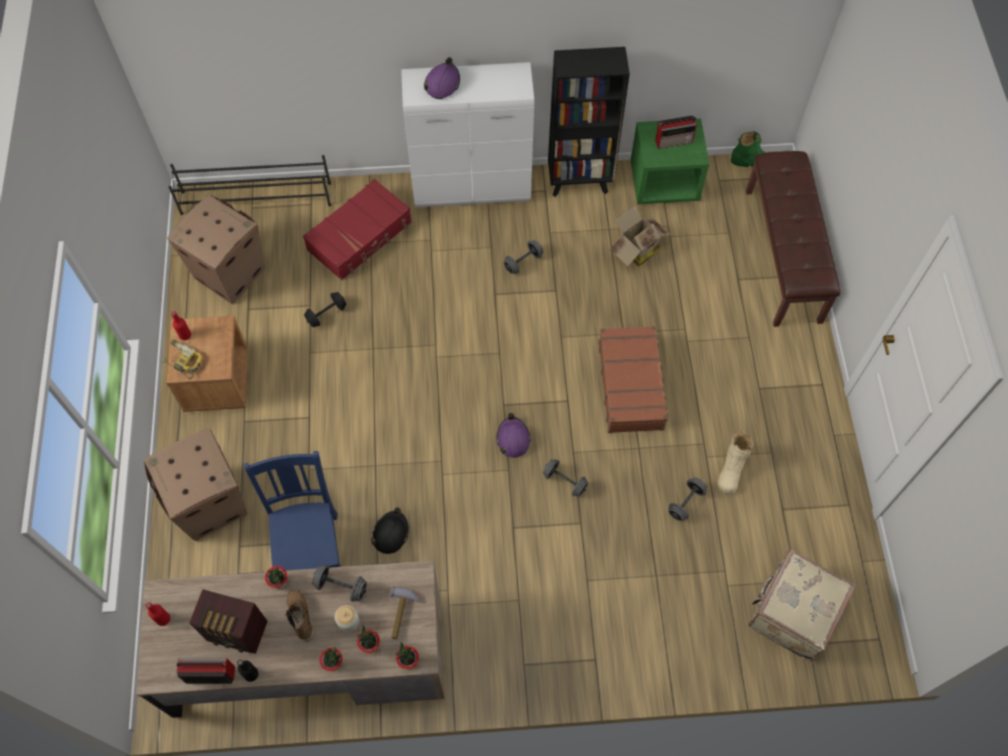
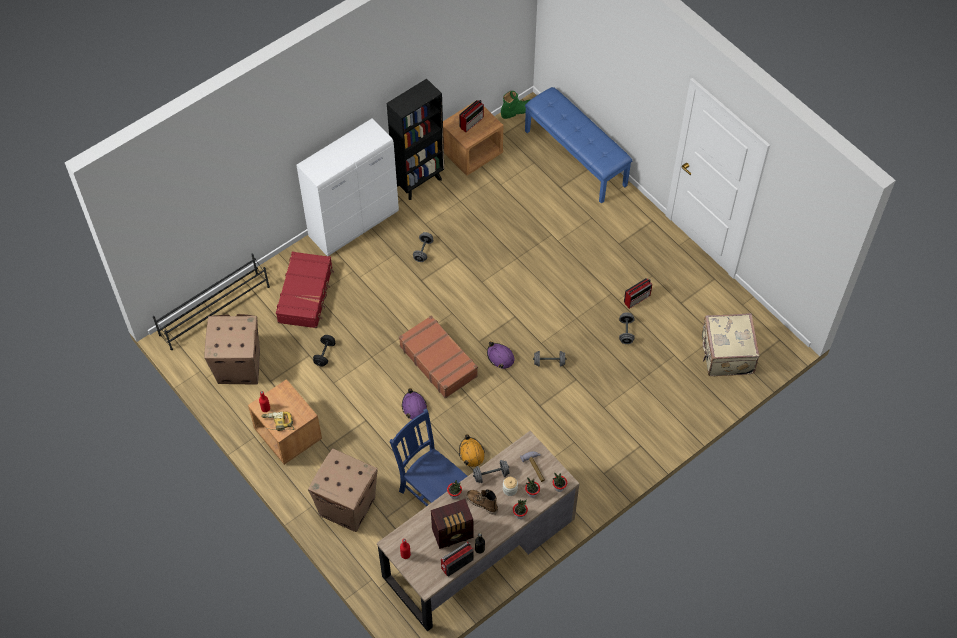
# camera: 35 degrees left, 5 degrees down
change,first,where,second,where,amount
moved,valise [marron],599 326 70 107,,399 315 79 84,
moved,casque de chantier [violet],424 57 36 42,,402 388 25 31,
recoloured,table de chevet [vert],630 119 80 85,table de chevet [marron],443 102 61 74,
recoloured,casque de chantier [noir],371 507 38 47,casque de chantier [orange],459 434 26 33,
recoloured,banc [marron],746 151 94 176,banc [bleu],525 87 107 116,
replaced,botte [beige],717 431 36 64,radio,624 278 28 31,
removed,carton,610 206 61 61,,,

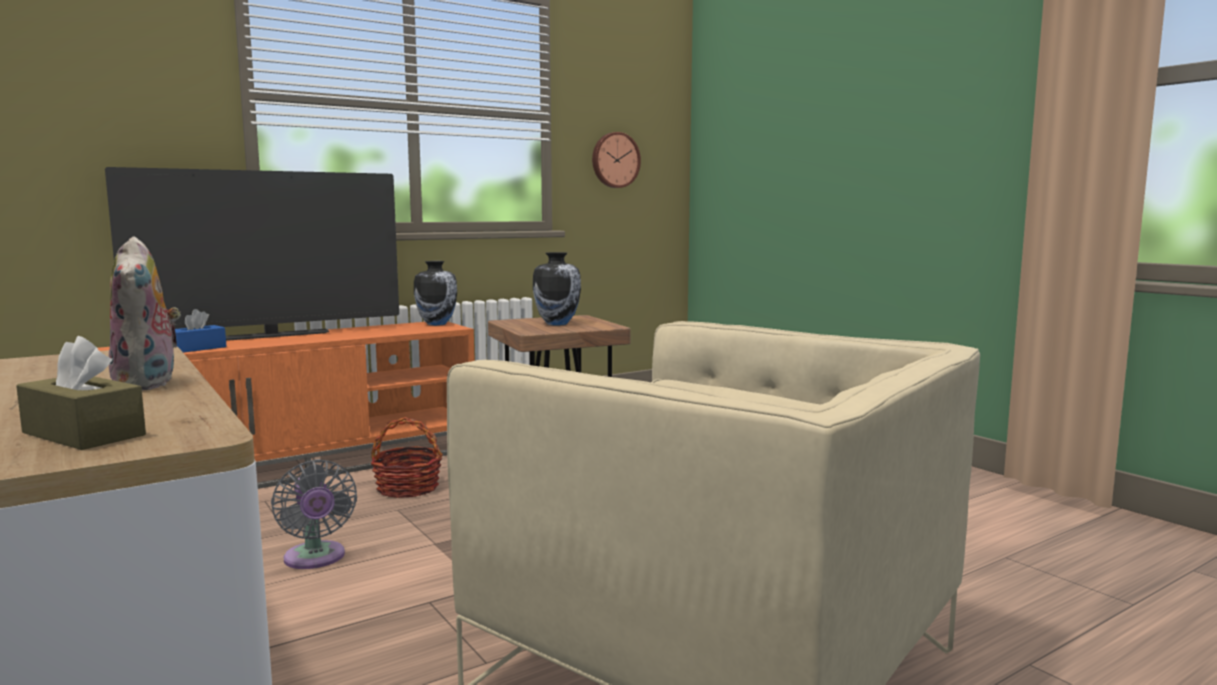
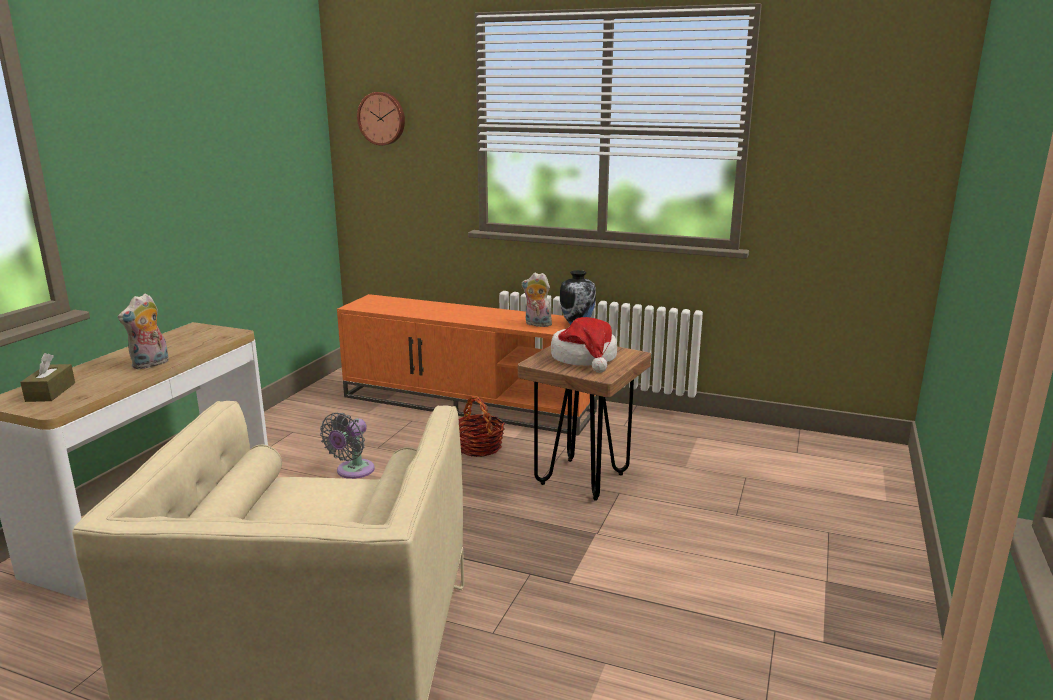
# camera: 55 degrees right, 10 degrees up
change,first,where,second,where,amount
moved,horloge murale,592 132 49 56,,357 92 48 54,
added,,,peluche,521 273 31 54,
replaced,vase,533 252 48 74,chapeau,551 317 66 56,
removed,téléviseur,105 167 294 174,,,
removed,boîte à mouchoirs [bleu],175 309 52 44,,,

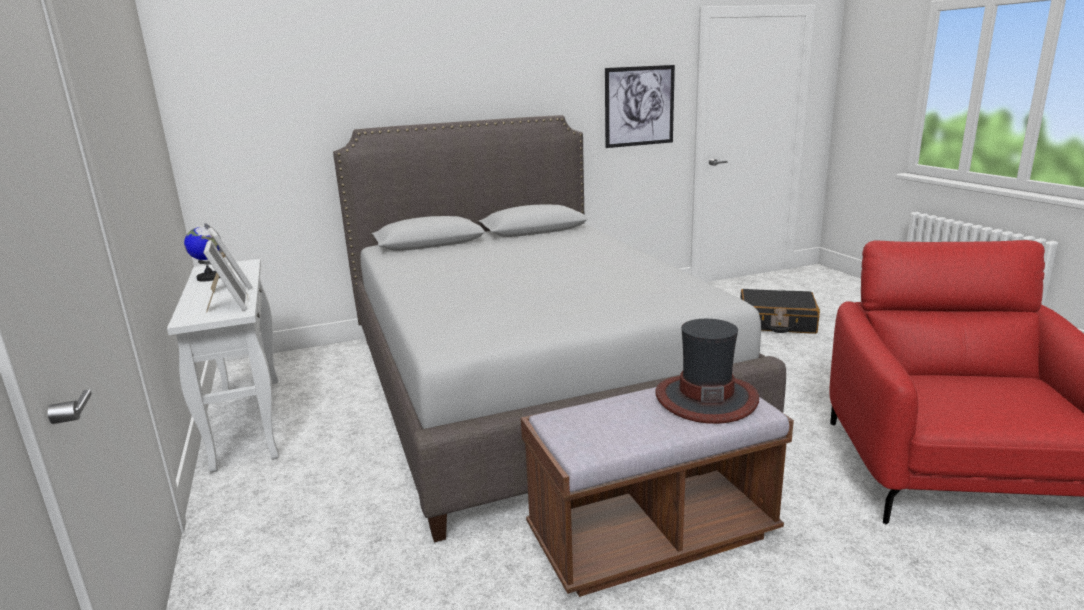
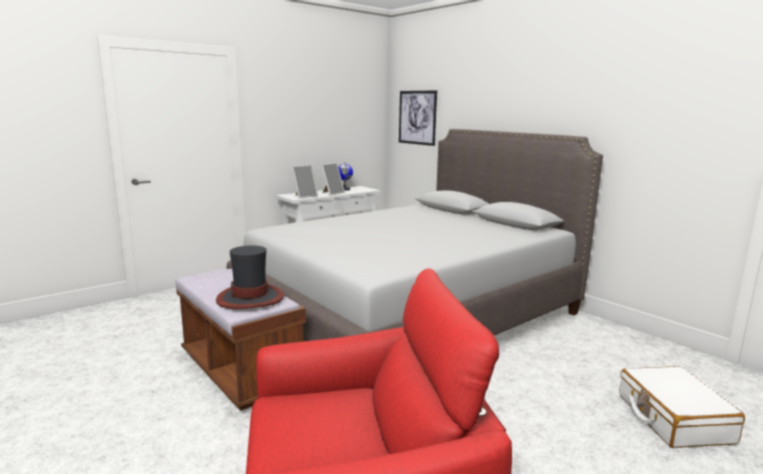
# camera: 70 degrees right, 5 degrees down
change,first,where,second,where,amount
moved,tableau,605 65 70 83,,399 90 38 56,
recoloured,valise [noir],741 289 79 45,valise [blanc],619 366 126 82,

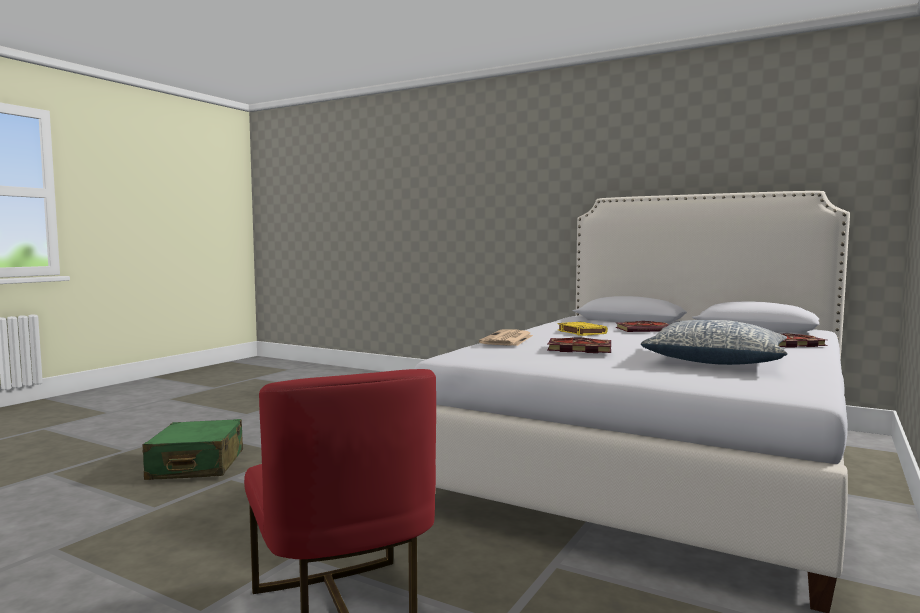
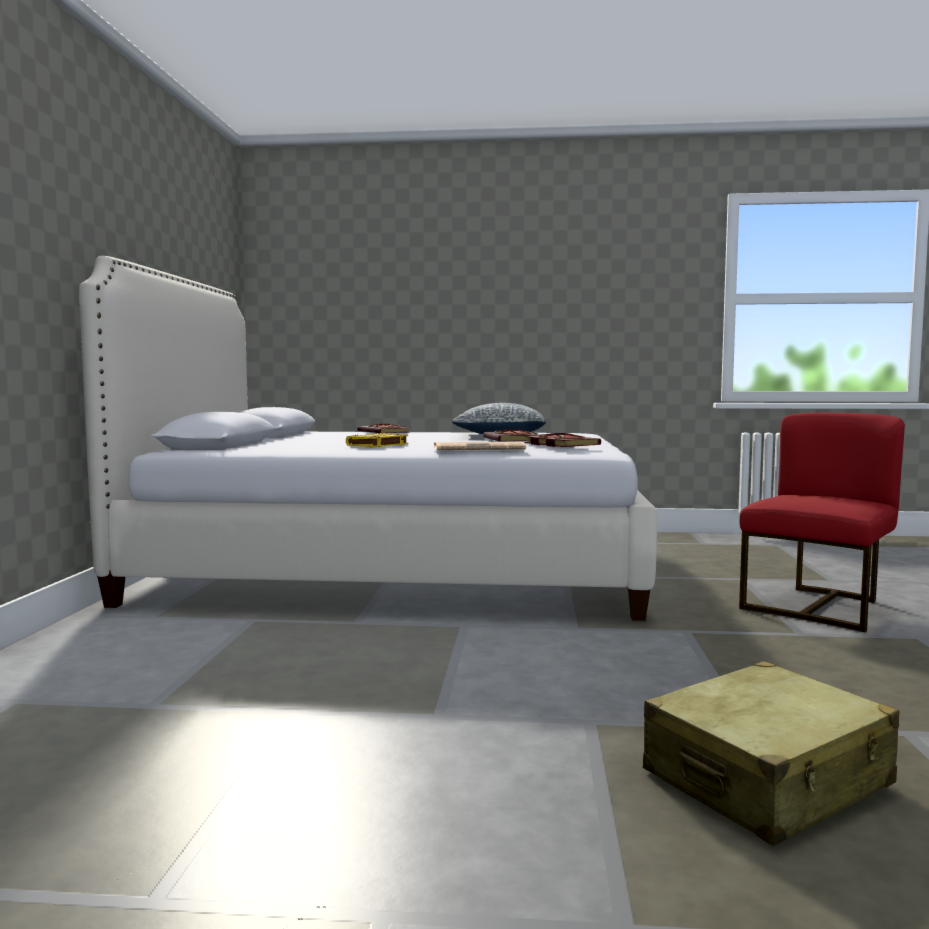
# camera: 115 degrees left, 0 degrees up
change,first,where,second,where,amount
moved,livre,615 321 54 11,,524 433 77 14,
recoloured,valise [vert],142 419 101 61,valise [beige],643 661 257 185,

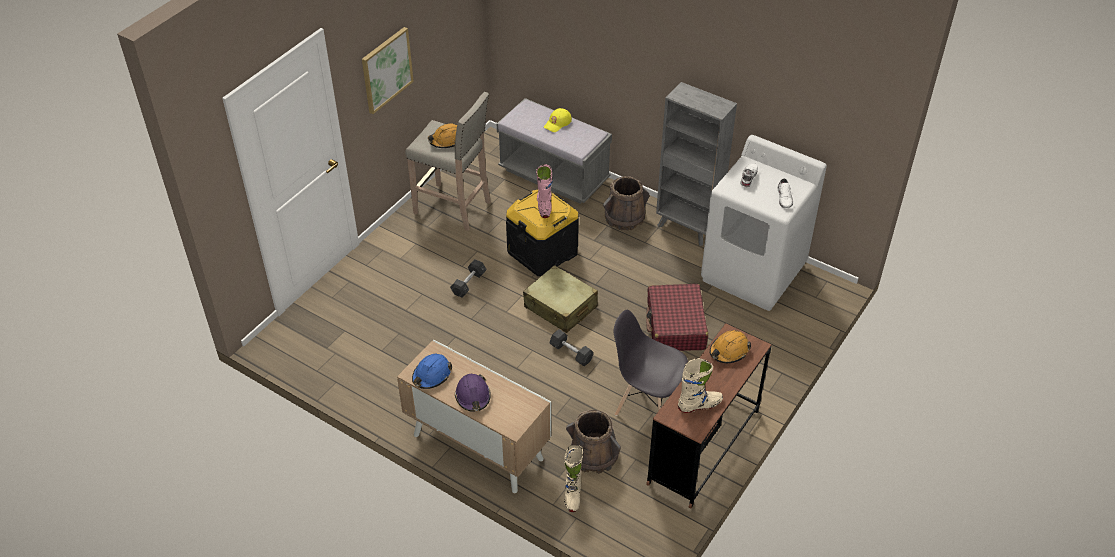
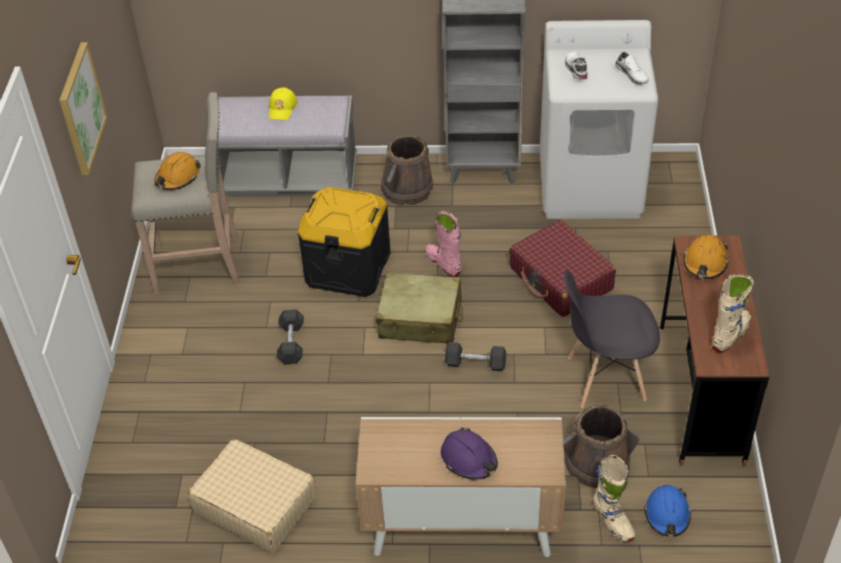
# camera: 30 degrees left, 0 degrees up
change,first,where,second,where,amount
added,,,valise [beige],188 439 128 113,
moved,botte [rose],536 164 17 54,,426 211 36 66,
moved,casque de chantier [bleu],412 354 40 35,,644 485 47 52,

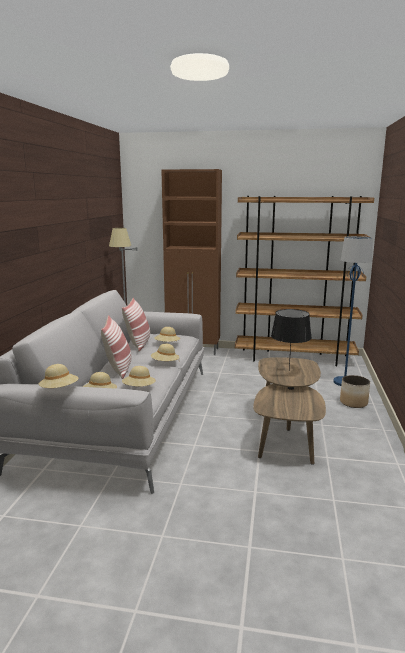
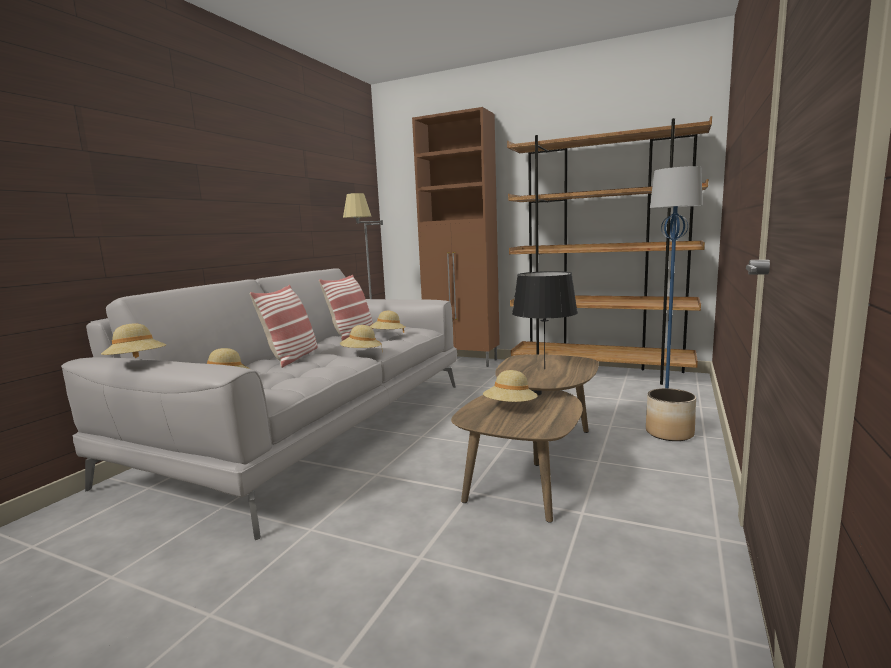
# camera: 15 degrees right, 5 degrees down
change,first,where,second,where,amount
moved,chapeau [beige],122 366 34 20,,483 370 55 32,

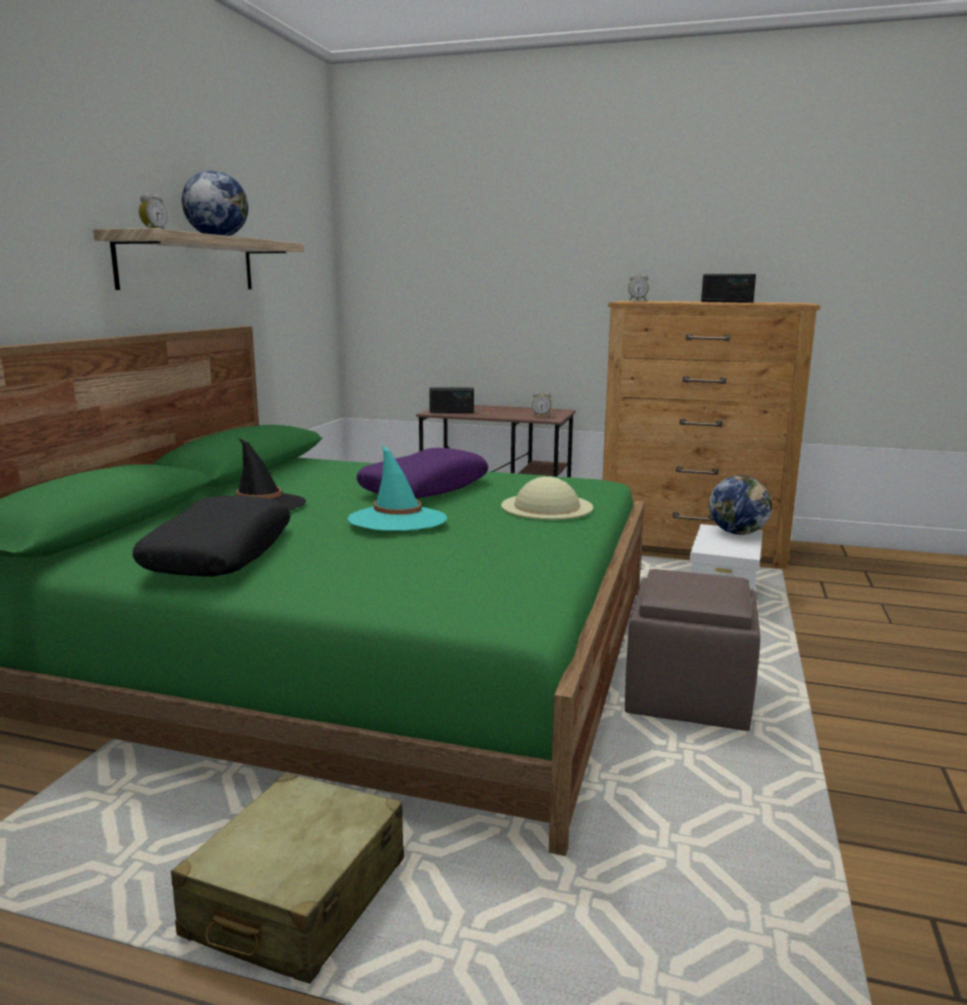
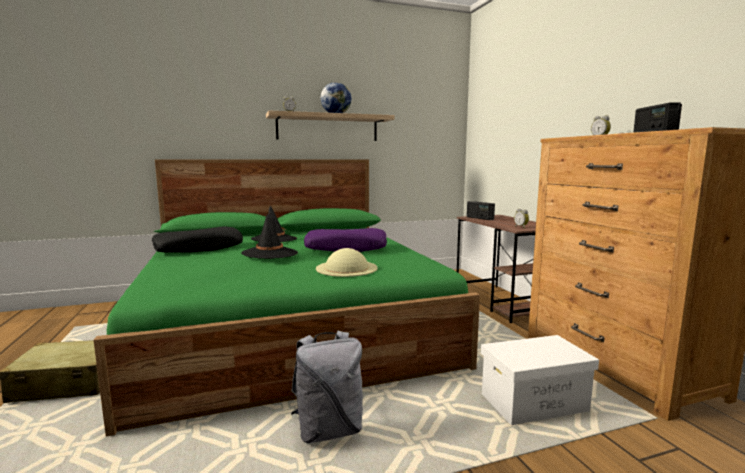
# camera: 55 degrees right, 5 degrees down
change,first,where,second,where,amount
recoloured,chapeau [turquoise],347 445 100 86,chapeau [noir],241 212 57 47,
replaced,pouf [marron],625 569 135 162,sac à dos [gris],291 331 72 112,
removed,globe,709 475 63 60,,,

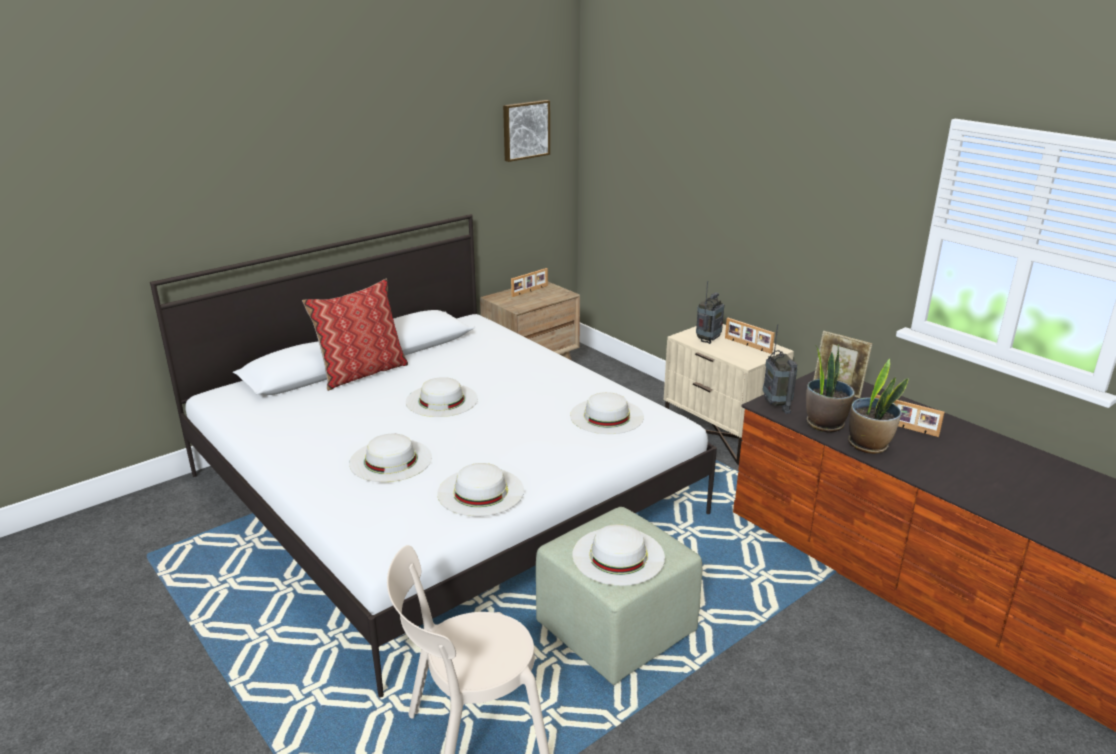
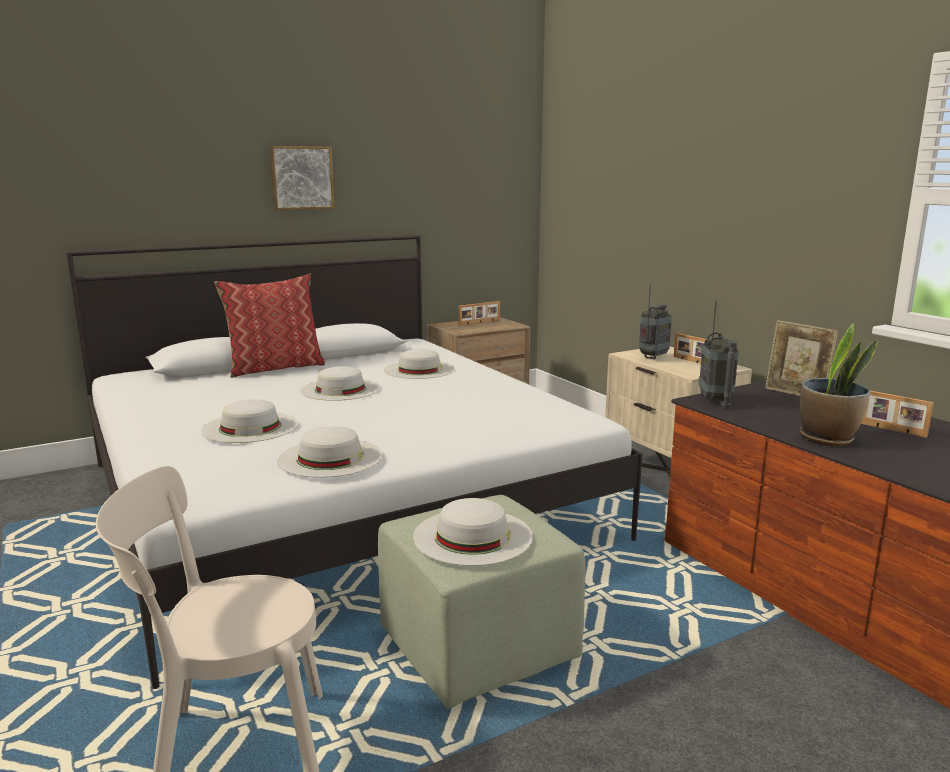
# camera: 10 degrees right, 10 degrees down
change,first,where,second,where,amount
moved,tableau,503 100 47 62,,269 146 66 64,
moved,chapeau [blanc],570 392 74 42,,384 349 71 30,
removed,plante en pot,806 344 49 89,,,

